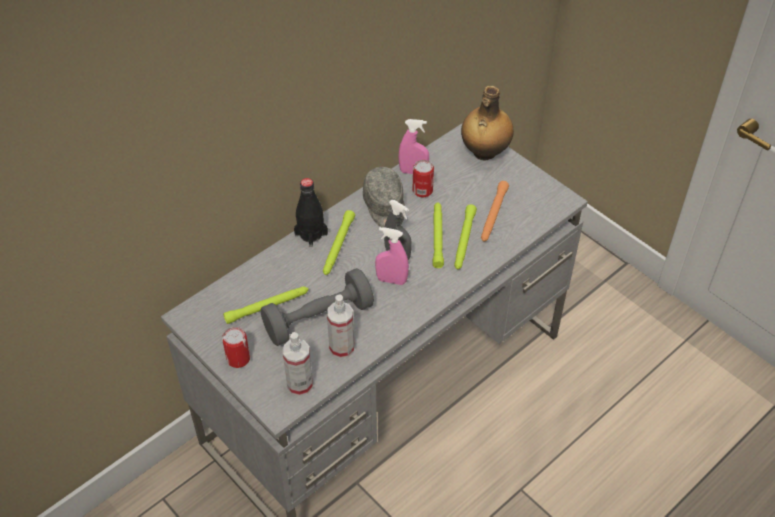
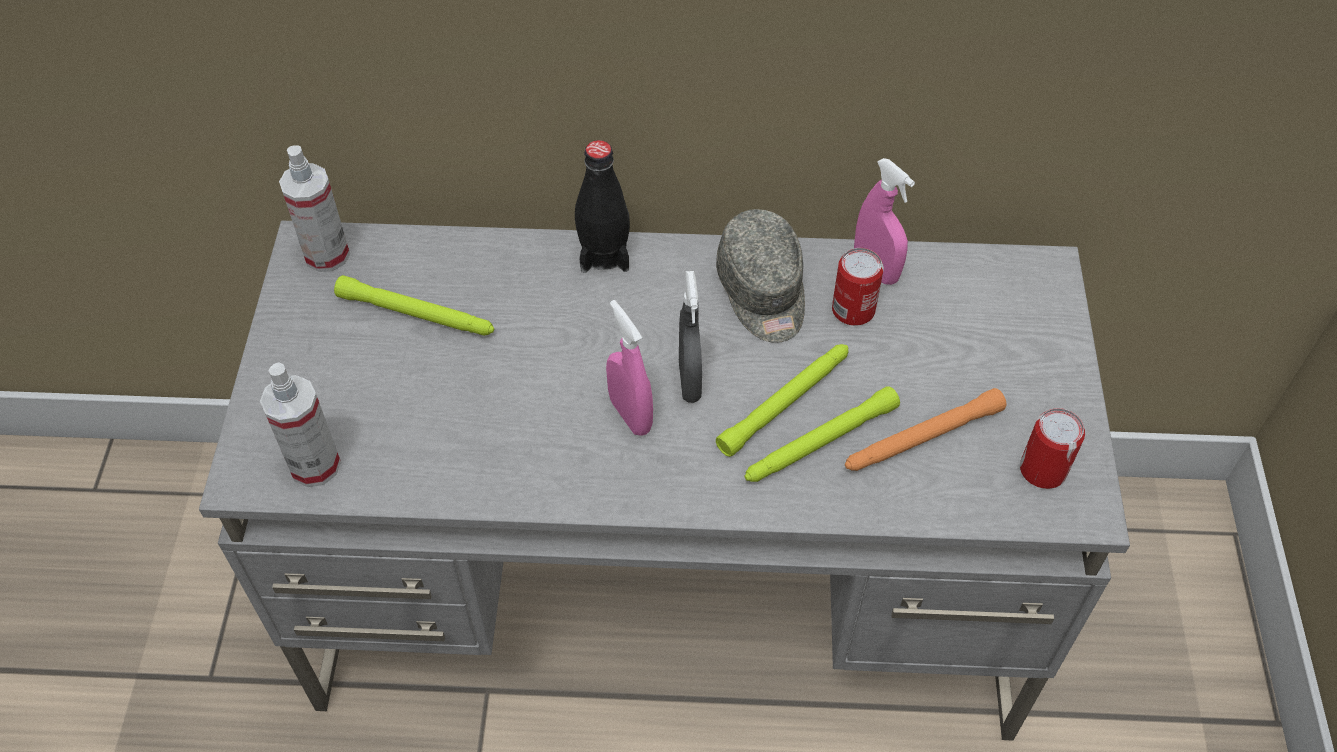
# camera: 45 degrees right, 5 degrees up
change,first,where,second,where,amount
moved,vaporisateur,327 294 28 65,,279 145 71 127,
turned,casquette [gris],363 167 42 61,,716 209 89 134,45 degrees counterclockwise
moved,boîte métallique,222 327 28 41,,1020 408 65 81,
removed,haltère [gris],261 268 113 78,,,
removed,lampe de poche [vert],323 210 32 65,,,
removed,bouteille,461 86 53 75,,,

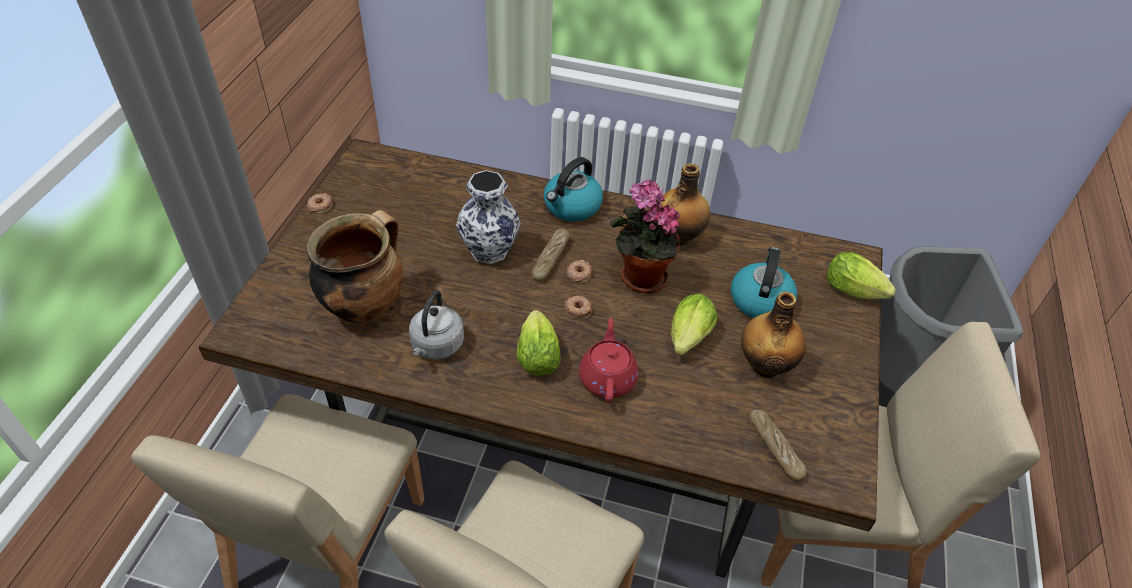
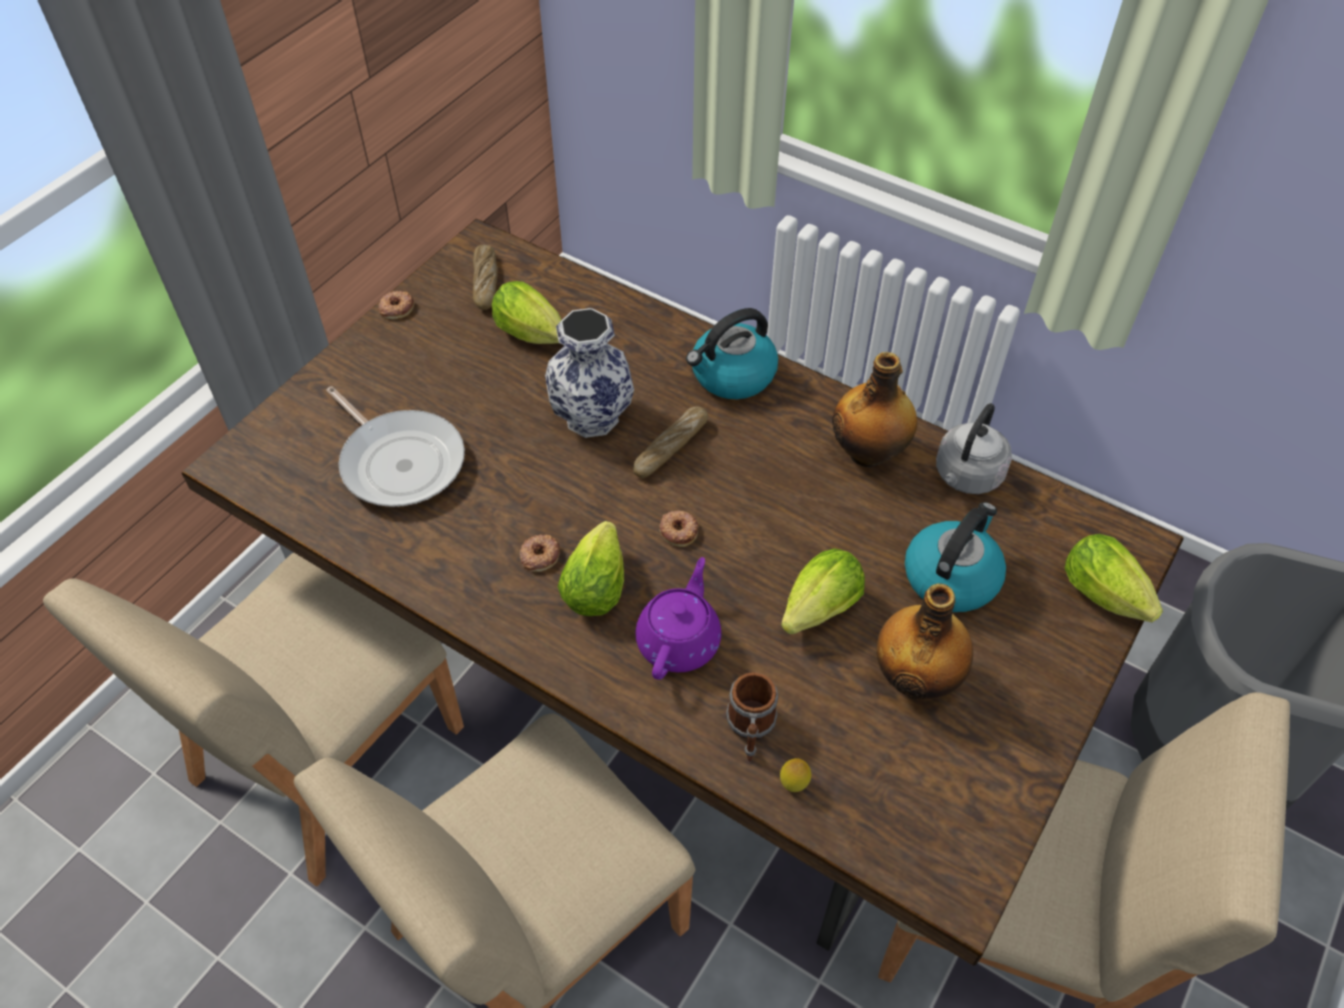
# camera: 20 degrees right, 5 degrees up
change,first,where,second,where,amount
replaced,marmite,307 210 96 114,poêle,327 386 138 121,
moved,pain,749 410 58 71,,473 245 25 65,
added,,,laitue,492 281 70 63,
moved,beignet,566 260 27 24,,520 534 40 38,
recoloured,théière [rouge],579 318 60 85,théière [violet],636 557 85 123,
added,,,mug,726 672 52 90,
added,,,citron,780 758 31 34,
moved,bouilloire [gris],409 290 55 69,,936 403 76 91,
removed,plante en pot,610 179 71 114,,,

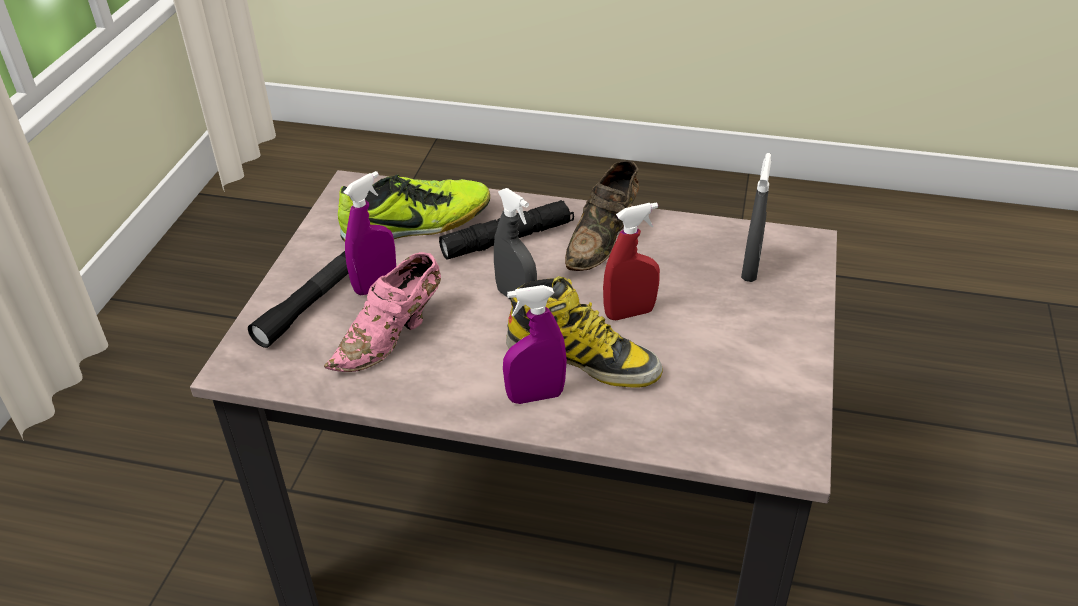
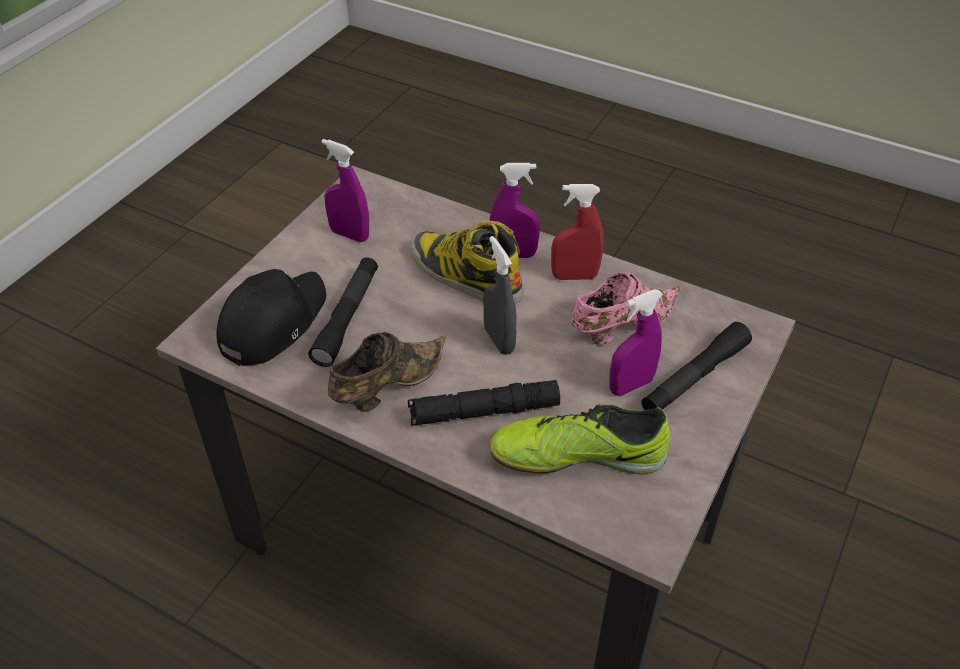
# camera: 165 degrees left, 5 degrees up
change,first,where,second,where,amount
replaced,vaporisateur [gris],741 153 30 129,casquette [noir],216 269 110 97,
added,,,lampe de poche [noir],308 257 70 110,
added,,,vaporisateur [violet],321 139 48 103,
moved,vaporisateur [rouge],603 202 57 118,,551 184 53 96,

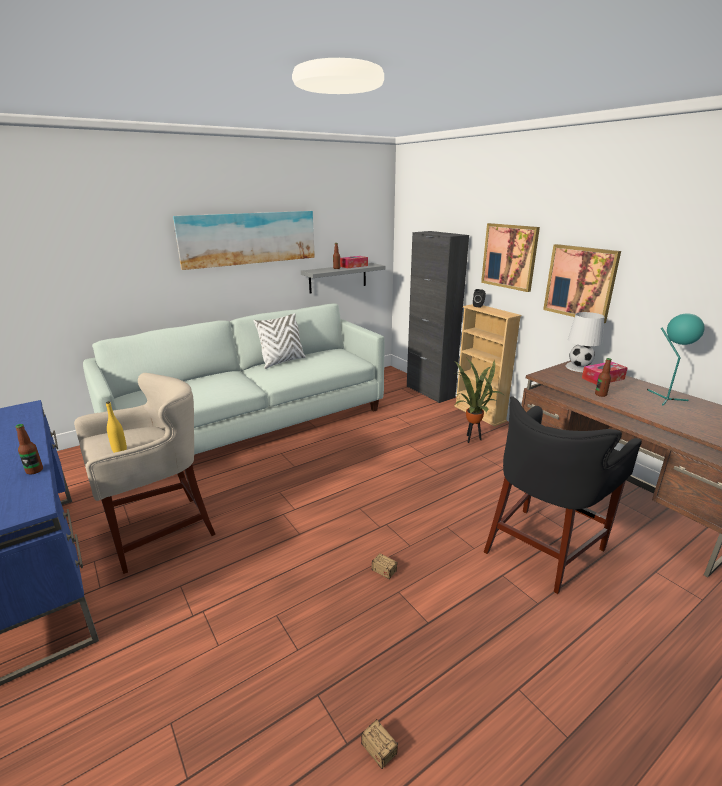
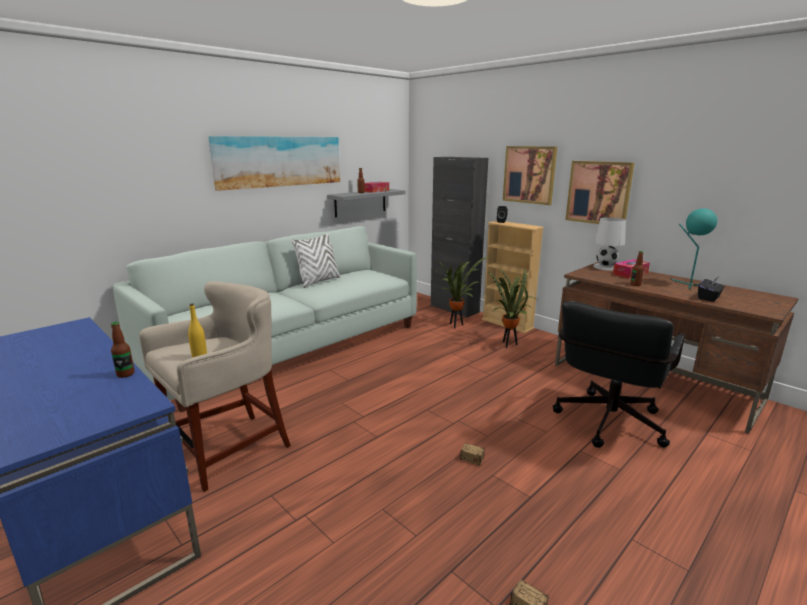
# camera: 10 degrees left, 5 degrees down
change,first,where,second,where,amount
added,,,plante en pot,439 256 51 72,
replaced,tabouret [noir],484 396 158 198,chaise de bureau [noir],553 301 132 147,
added,,,boîte à mouchoirs [noir],698 277 27 25,

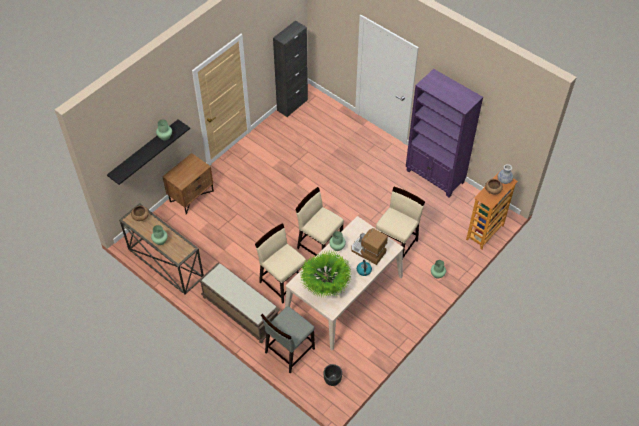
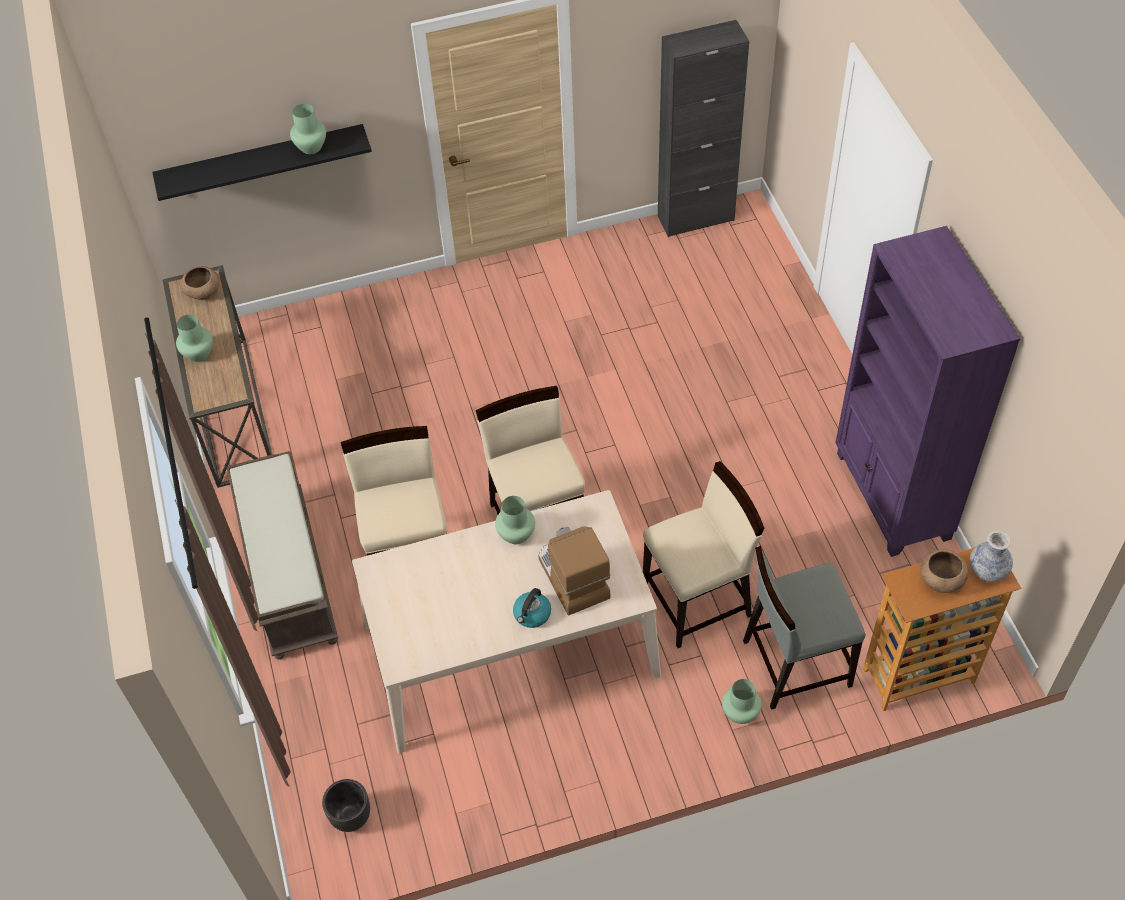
# camera: 35 degrees right, 0 degrees up
change,first,where,second,where,amount
moved,chaise [gris],261 306 54 67,,743 546 123 164,
removed,table de chevet [marron],163 153 51 61,,,
removed,plante en pot,299 250 52 47,,,

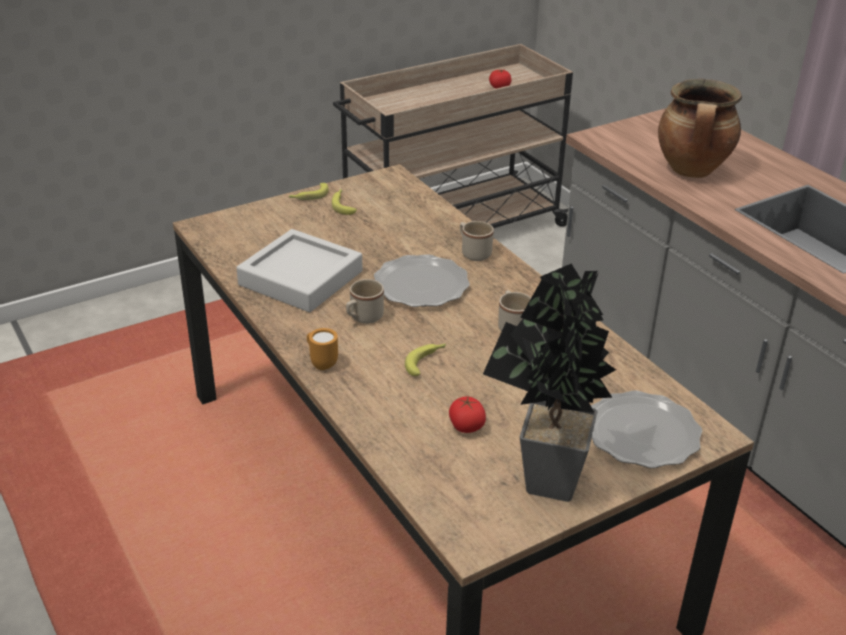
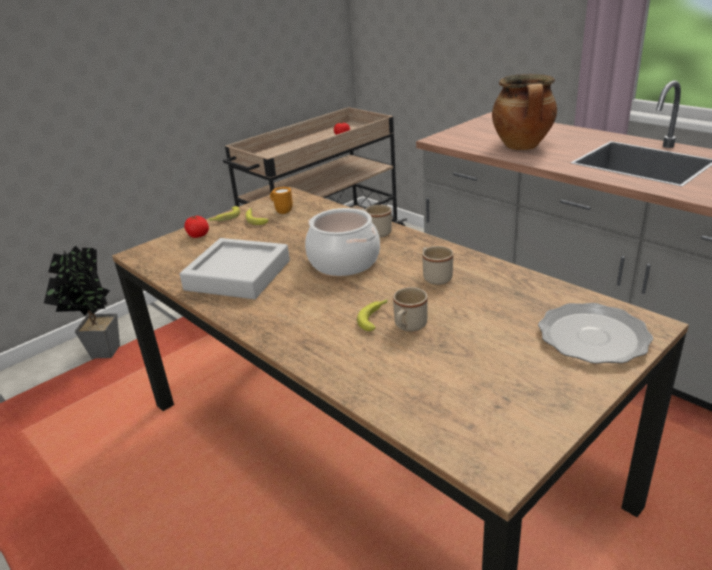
# camera: 10 degrees left, 5 degrees down
change,first,where,second,where,amount
moved,plante en pot,483 264 133 238,,44 246 76 114,
moved,tomate,449 396 37 37,,184 216 25 22,
moved,mug [orange],307 328 31 42,,270 187 23 27,
replaced,assiette,374 254 96 53,marmite,305 208 75 68,
moved,mug [beige],346 279 38 45,,393 287 35 45,

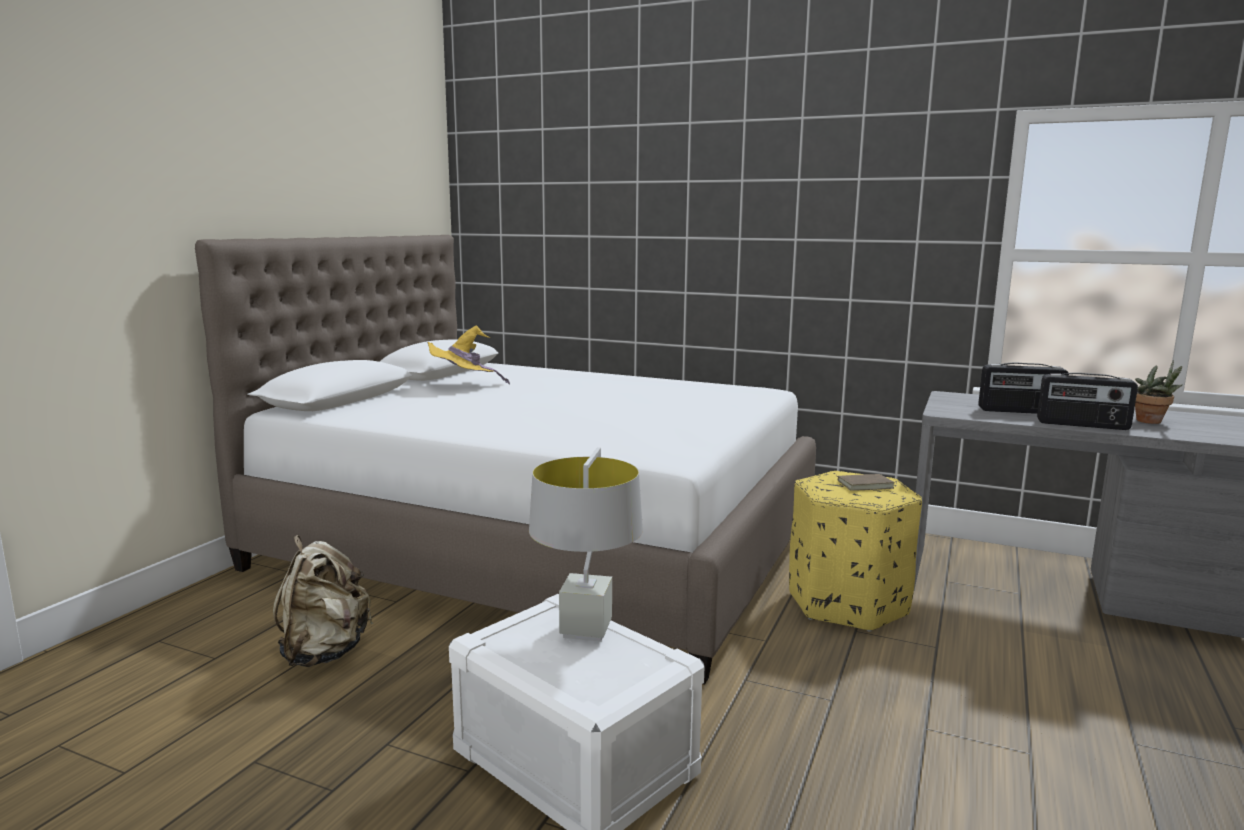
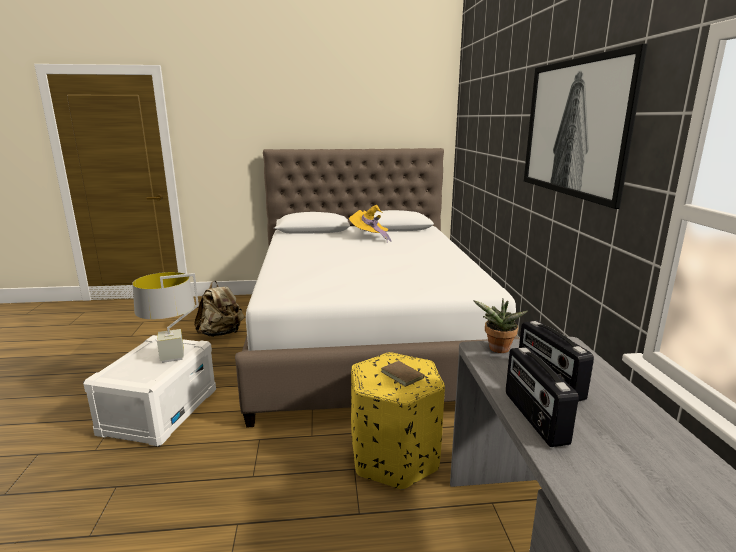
# camera: 60 degrees right, 5 degrees up
change,first,where,second,where,amount
moved,plante en pot,1135 360 48 64,,473 299 55 54,
added,,,tableau,524 43 124 166,

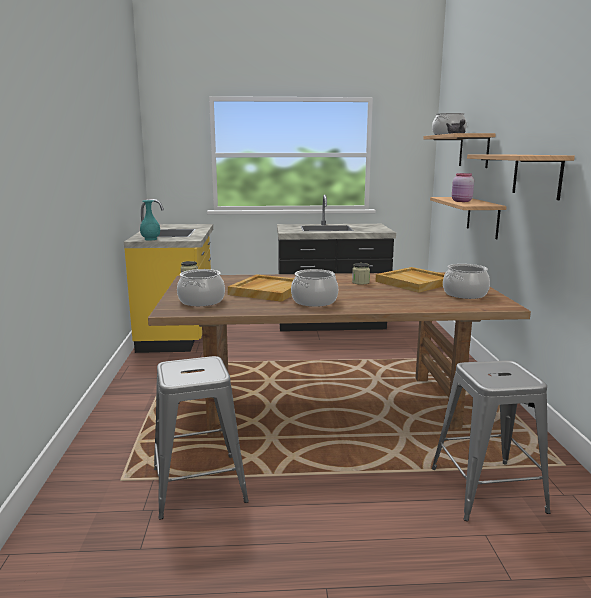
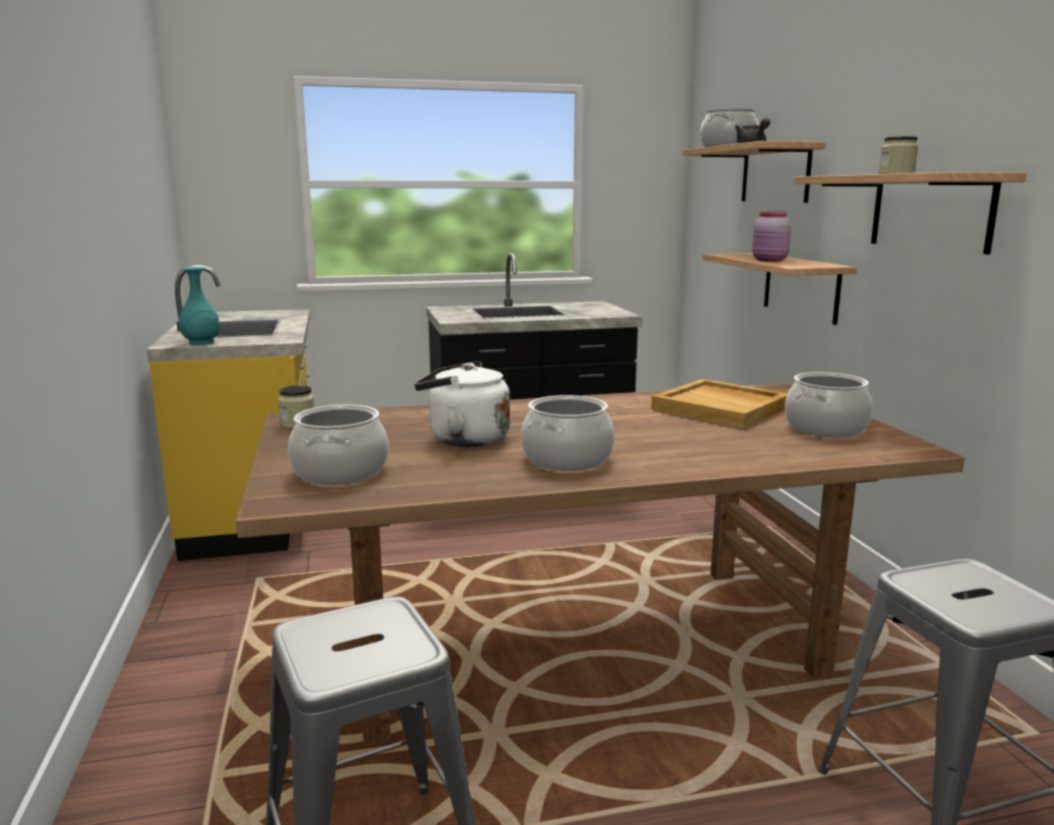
# camera: 10 degrees left, 0 degrees up
change,first,where,second,where,amount
replaced,plateau [beige],228 274 66 28,bouilloire [blanc],414 361 96 86,
moved,bocal,352 263 18 22,,879 136 39 38,

